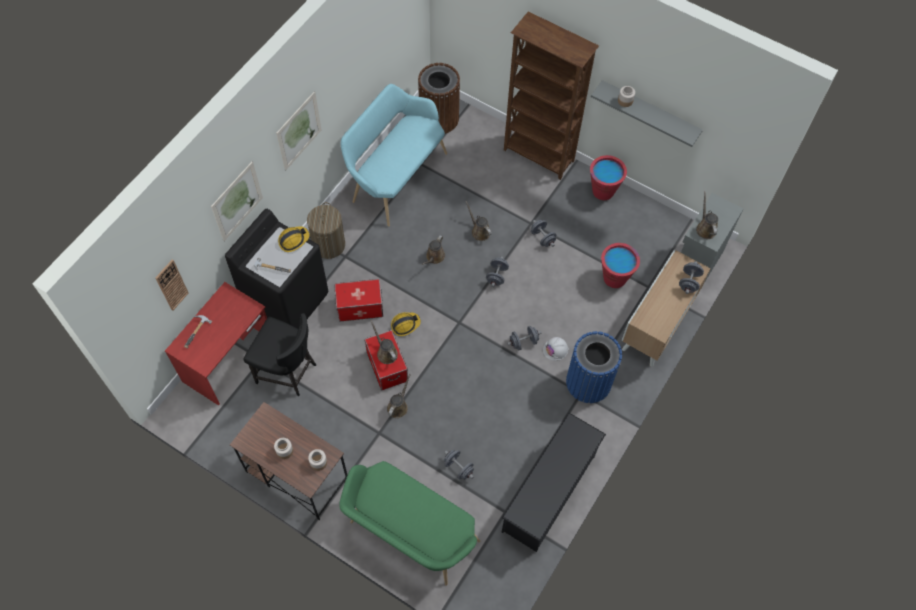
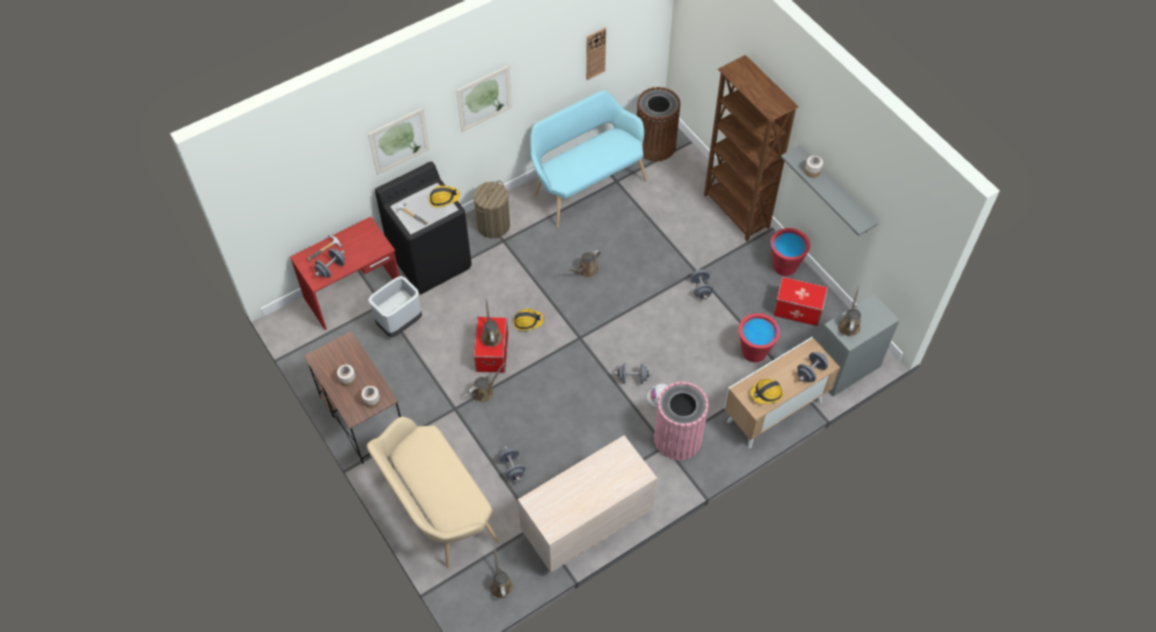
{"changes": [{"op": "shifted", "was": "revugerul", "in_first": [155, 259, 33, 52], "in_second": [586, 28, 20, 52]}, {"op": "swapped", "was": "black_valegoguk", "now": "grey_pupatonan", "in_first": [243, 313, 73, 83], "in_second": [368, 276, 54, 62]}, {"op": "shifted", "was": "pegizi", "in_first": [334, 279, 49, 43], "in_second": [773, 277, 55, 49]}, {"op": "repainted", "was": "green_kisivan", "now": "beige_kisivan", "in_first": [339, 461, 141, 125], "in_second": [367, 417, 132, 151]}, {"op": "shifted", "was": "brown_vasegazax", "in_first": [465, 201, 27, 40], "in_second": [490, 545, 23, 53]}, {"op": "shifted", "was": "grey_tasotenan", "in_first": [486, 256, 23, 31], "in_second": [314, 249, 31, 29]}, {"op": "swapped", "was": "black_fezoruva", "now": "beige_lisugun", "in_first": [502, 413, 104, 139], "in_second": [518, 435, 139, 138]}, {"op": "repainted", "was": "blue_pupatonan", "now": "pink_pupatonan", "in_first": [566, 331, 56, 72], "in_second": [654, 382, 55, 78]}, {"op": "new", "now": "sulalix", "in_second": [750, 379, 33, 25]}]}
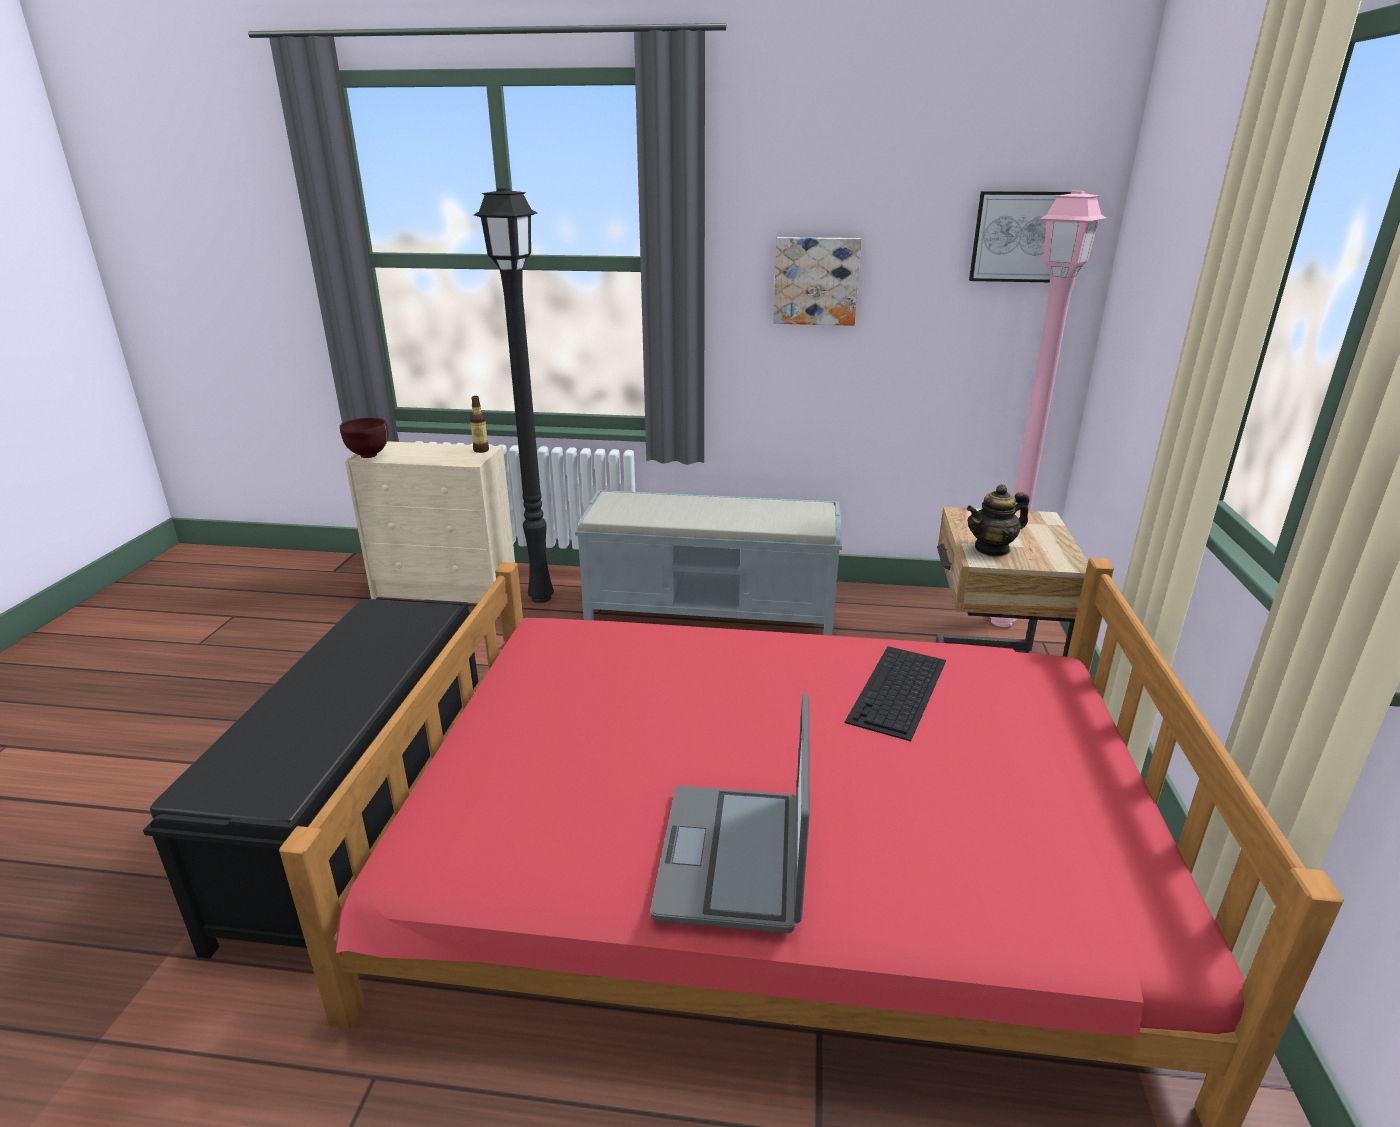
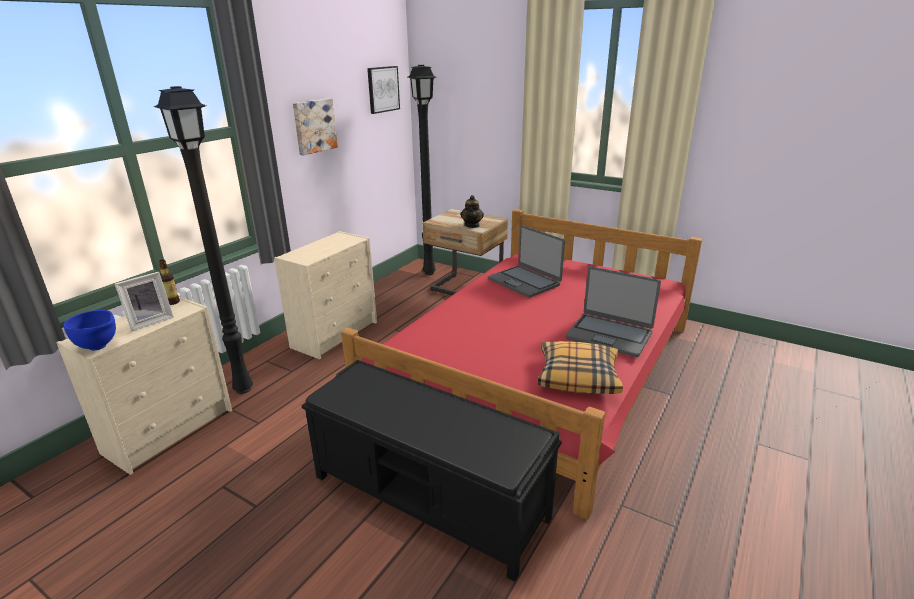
{"changes": [{"op": "repainted", "was": "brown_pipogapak", "now": "blue_pipogapak", "in_first": [340, 417, 48, 41], "in_second": [64, 310, 52, 40]}, {"op": "swapped", "was": "grey_kisivan", "now": "beige_lisugun", "in_first": [575, 490, 267, 146], "in_second": [274, 231, 103, 128]}, {"op": "swapped", "was": "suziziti", "now": "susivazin", "in_first": [845, 646, 101, 95], "in_second": [488, 225, 77, 73]}, {"op": "repainted", "was": "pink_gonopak", "now": "black_gonopak", "in_first": [990, 191, 116, 436], "in_second": [408, 65, 29, 210]}, {"op": "new", "now": "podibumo", "in_second": [115, 272, 59, 59]}, {"op": "new", "now": "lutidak", "in_second": [538, 341, 85, 53]}]}
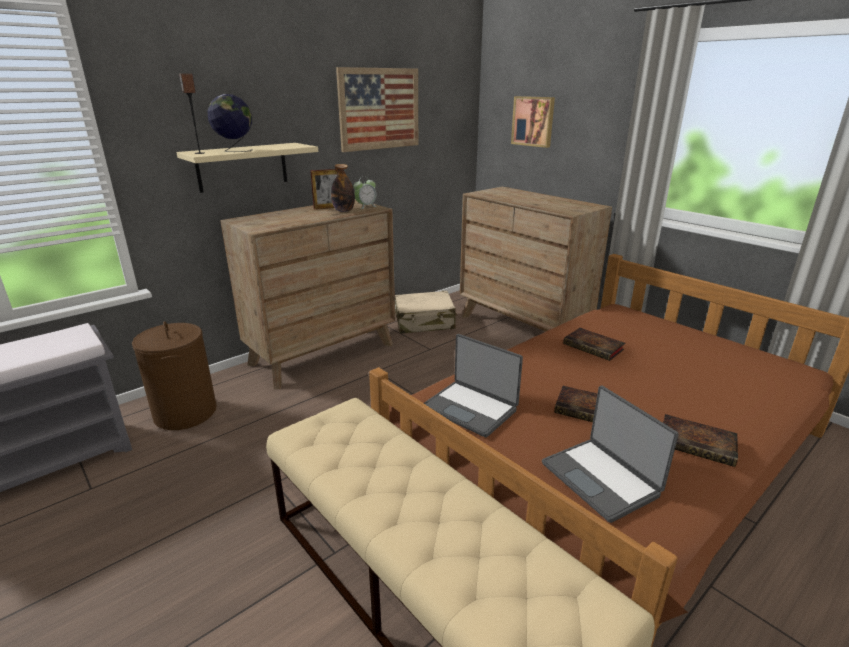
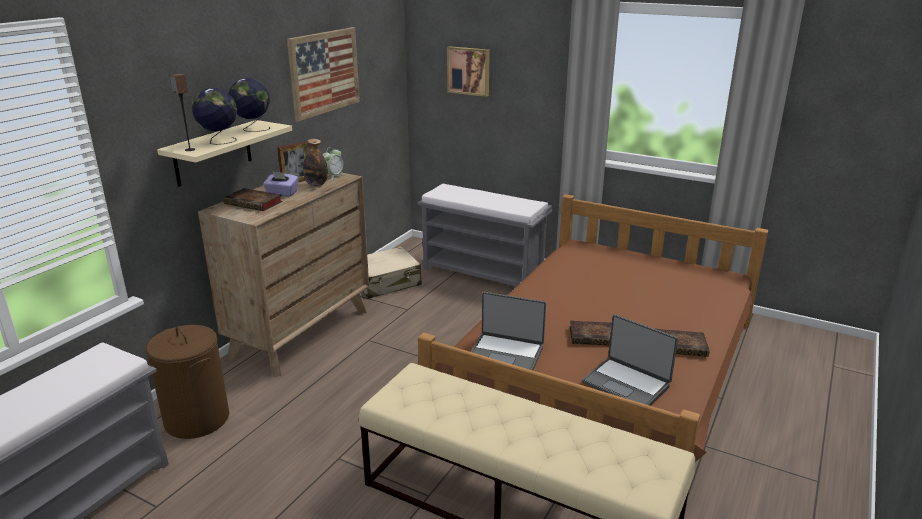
{"changes": [{"op": "swapped", "was": "brown_lisugun", "now": "grey_kisivan", "in_first": [460, 187, 152, 144], "in_second": [418, 184, 134, 103]}, {"op": "shifted", "was": "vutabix", "in_first": [563, 328, 62, 33], "in_second": [223, 188, 60, 23]}, {"op": "new", "now": "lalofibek", "in_second": [228, 78, 42, 54]}, {"op": "new", "now": "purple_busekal", "in_second": [263, 171, 36, 26]}]}
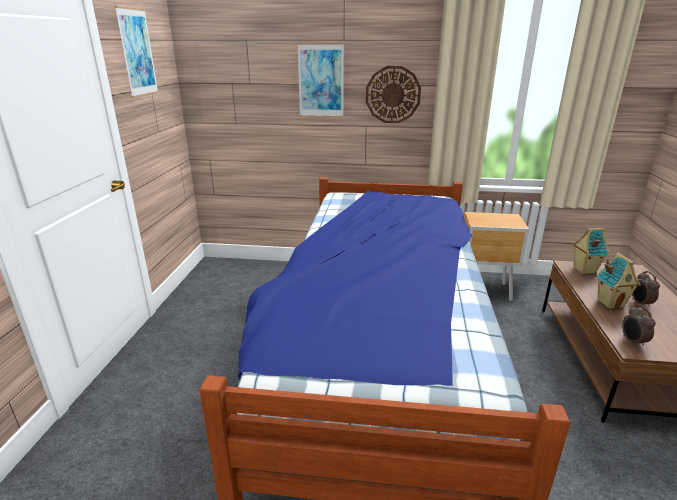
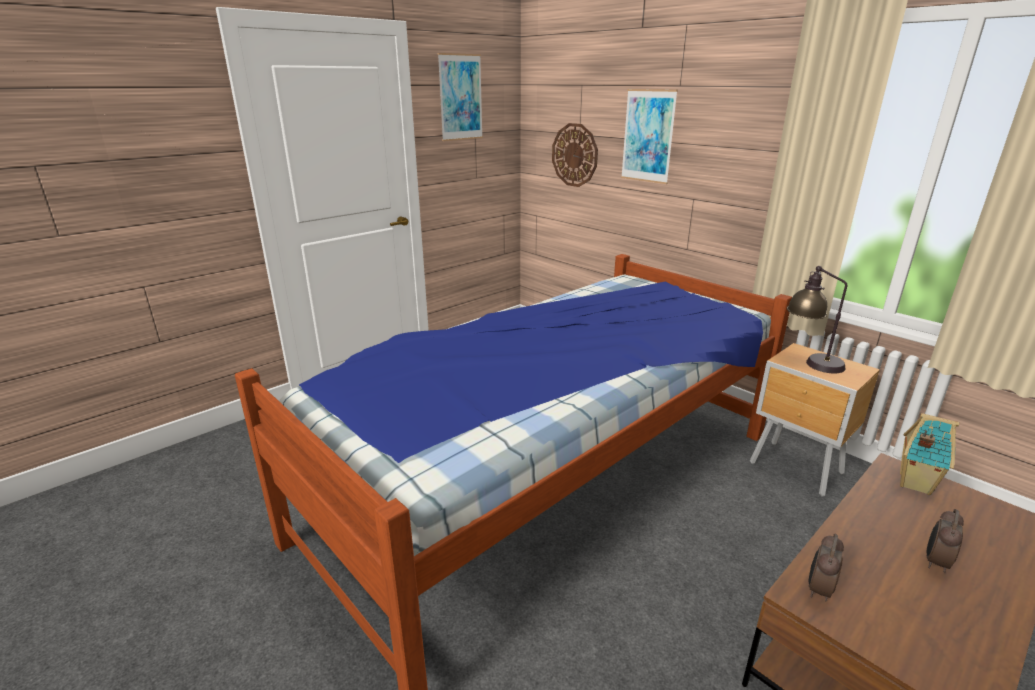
{"changes": [{"op": "shifted", "was": "revugerul", "in_first": [366, 66, 55, 57], "in_second": [552, 123, 46, 64]}, {"op": "gone", "was": "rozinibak", "in_first": [596, 253, 45, 56]}, {"op": "new", "now": "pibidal", "in_second": [787, 266, 60, 107]}]}
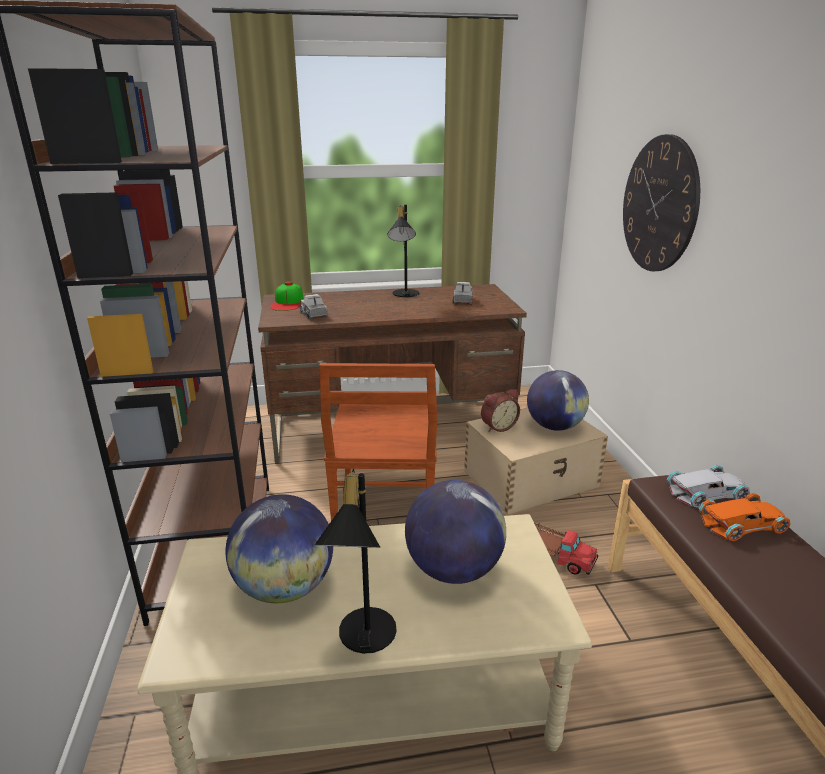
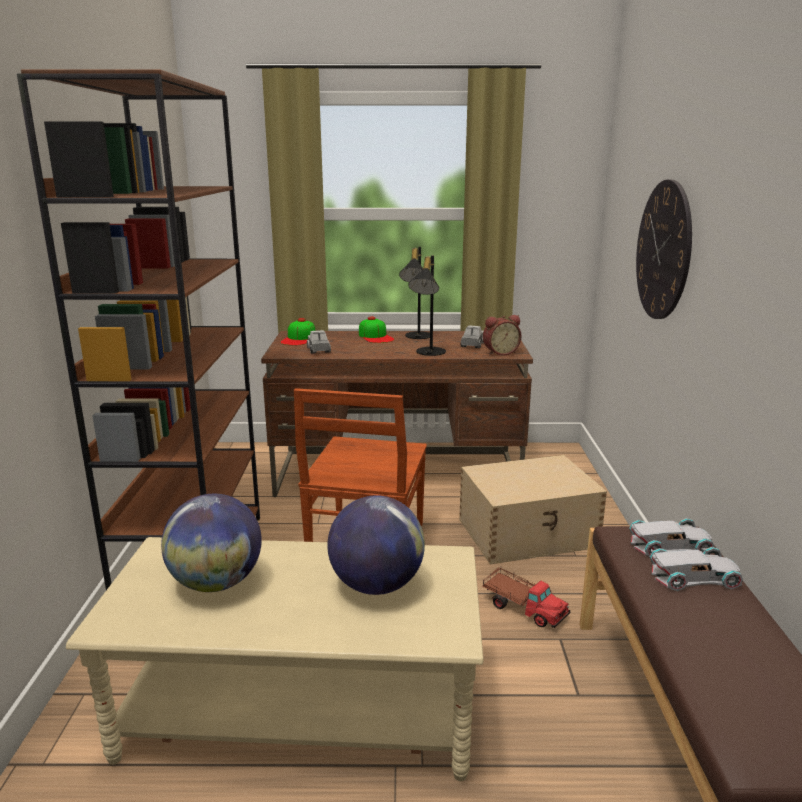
{"changes": [{"op": "shifted", "was": "black_pibidal", "in_first": [315, 468, 82, 186], "in_second": [408, 255, 38, 101]}, {"op": "shifted", "was": "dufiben", "in_first": [481, 389, 39, 43], "in_second": [483, 315, 38, 41]}, {"op": "gone", "was": "lalofibek", "in_first": [527, 370, 62, 61]}, {"op": "repainted", "was": "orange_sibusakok", "now": "white_sibusakok", "in_first": [699, 493, 92, 48], "in_second": [650, 547, 93, 44]}, {"op": "new", "now": "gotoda", "in_second": [359, 316, 35, 27]}]}
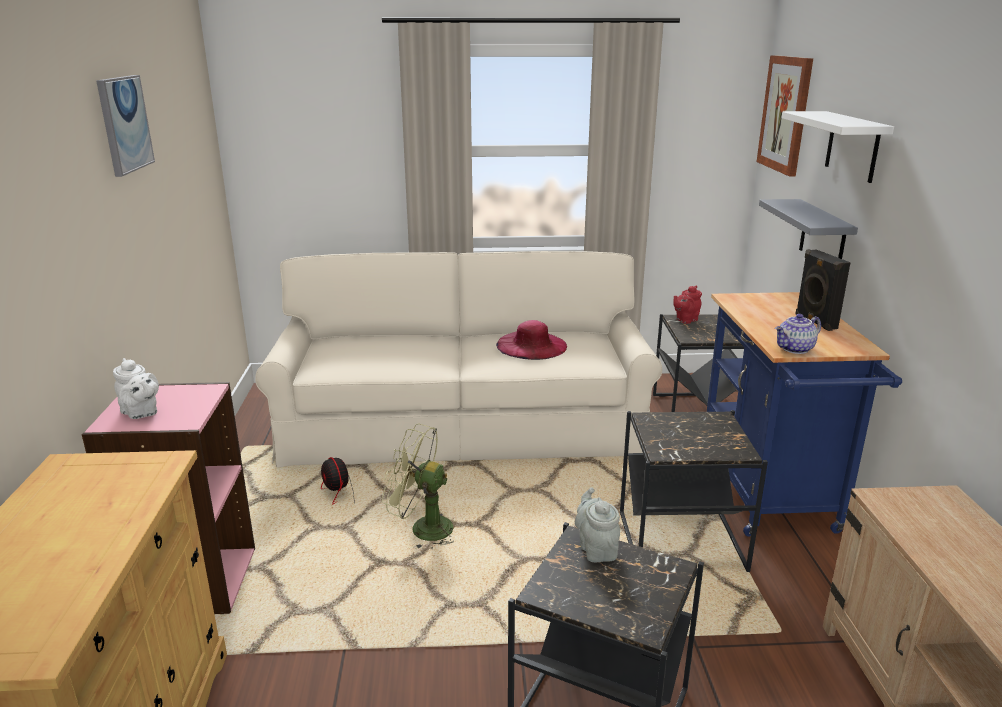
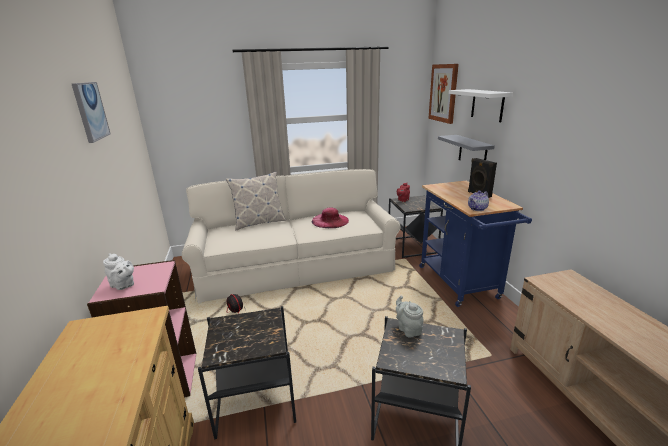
{"changes": [{"op": "gone", "was": "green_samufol", "in_first": [382, 423, 72, 127]}, {"op": "shifted", "was": "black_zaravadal", "in_first": [620, 410, 148, 162], "in_second": [198, 306, 98, 133]}, {"op": "new", "now": "lutidak", "in_second": [226, 172, 60, 58]}]}
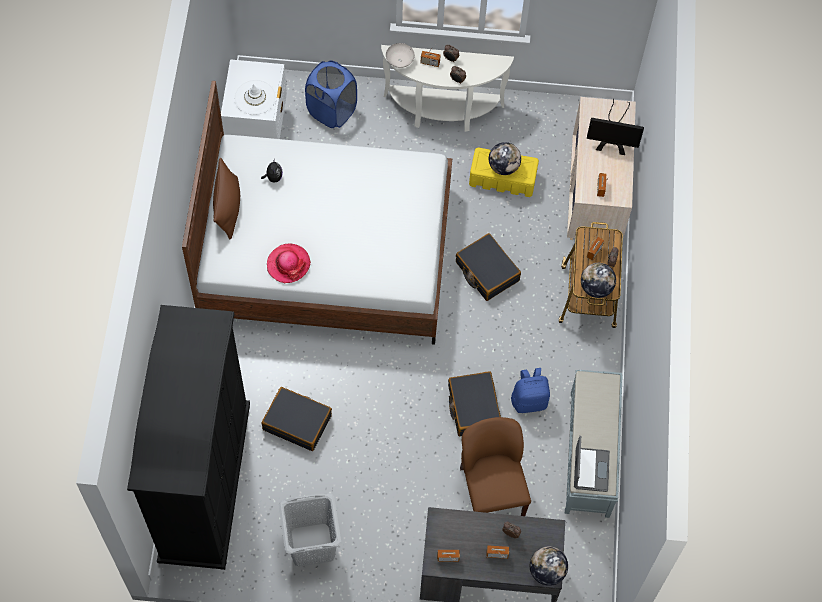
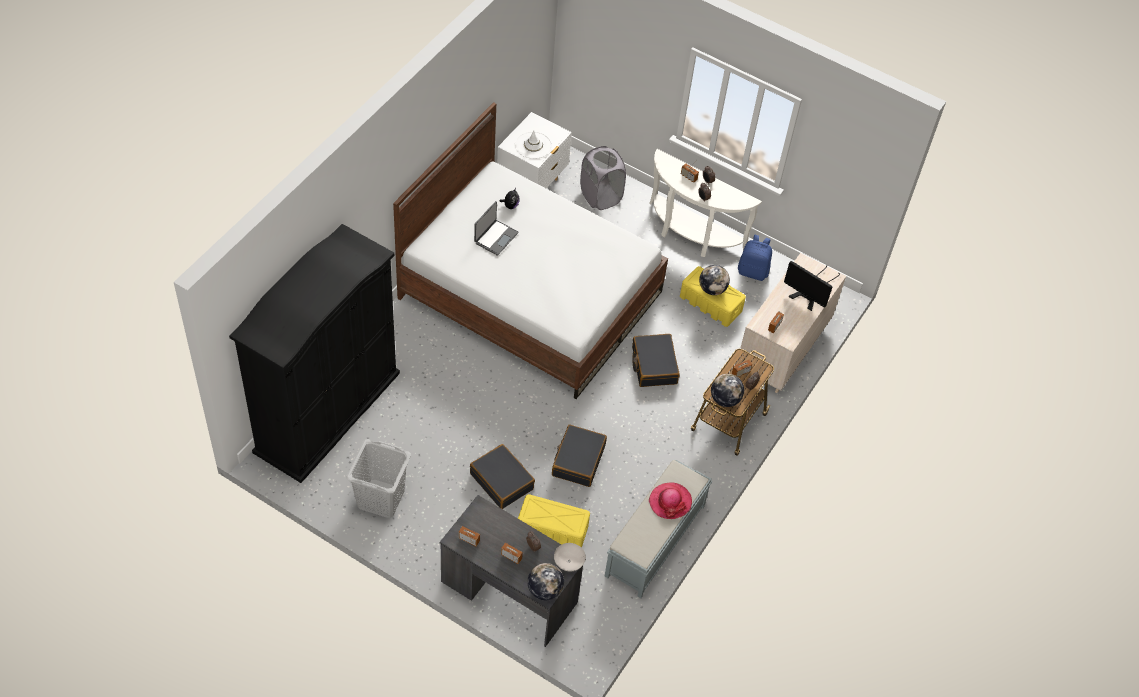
{"changes": [{"op": "gone", "was": "brown_lutidak", "in_first": [213, 158, 27, 81]}, {"op": "shifted", "was": "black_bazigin", "in_first": [261, 387, 71, 64], "in_second": [470, 444, 65, 65]}, {"op": "shifted", "was": "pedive", "in_first": [267, 244, 44, 39], "in_second": [649, 482, 43, 37]}, {"op": "repainted", "was": "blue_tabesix", "now": "grey_tabesix", "in_first": [305, 61, 52, 67], "in_second": [580, 146, 46, 64]}, {"op": "shifted", "was": "white_pipogapak", "in_first": [386, 43, 29, 25], "in_second": [554, 543, 32, 28]}, {"op": "swapped", "was": "brown_valegoguk", "now": "yellow_pegizi", "in_first": [460, 417, 71, 99], "in_second": [518, 494, 72, 54]}, {"op": "shifted", "was": "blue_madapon", "in_first": [511, 368, 39, 45], "in_second": [738, 235, 34, 46]}, {"op": "shifted", "was": "susivazin", "in_first": [574, 436, 36, 56], "in_second": [474, 201, 44, 55]}]}
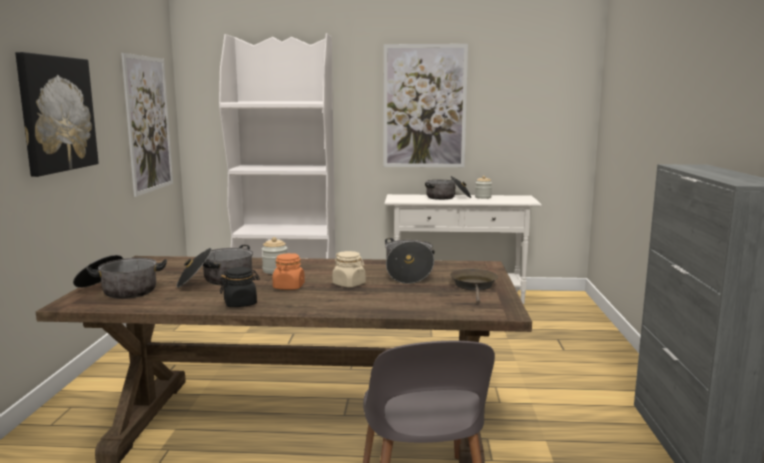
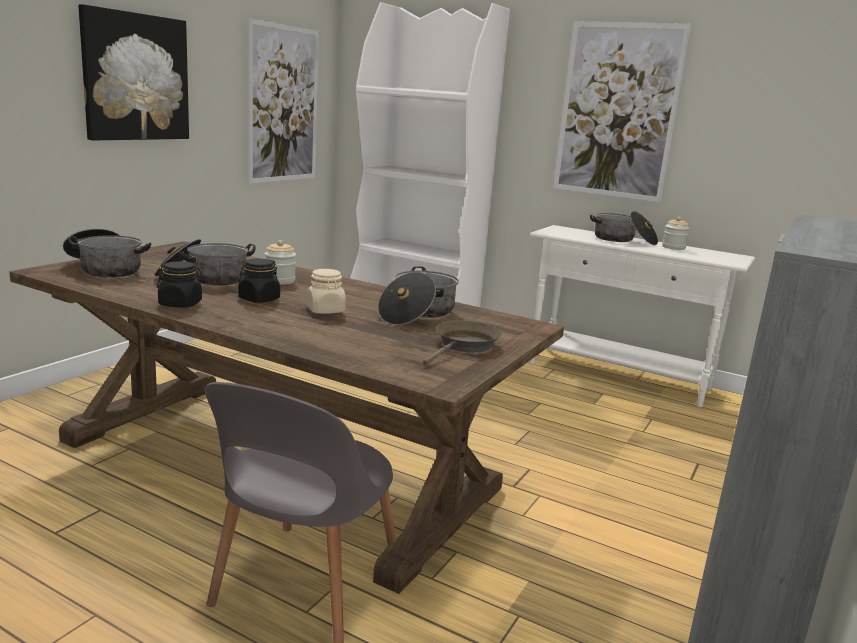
{"changes": [{"op": "repainted", "was": "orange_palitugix", "now": "black_palitugix", "in_first": [273, 253, 32, 37], "in_second": [238, 259, 42, 44]}]}
